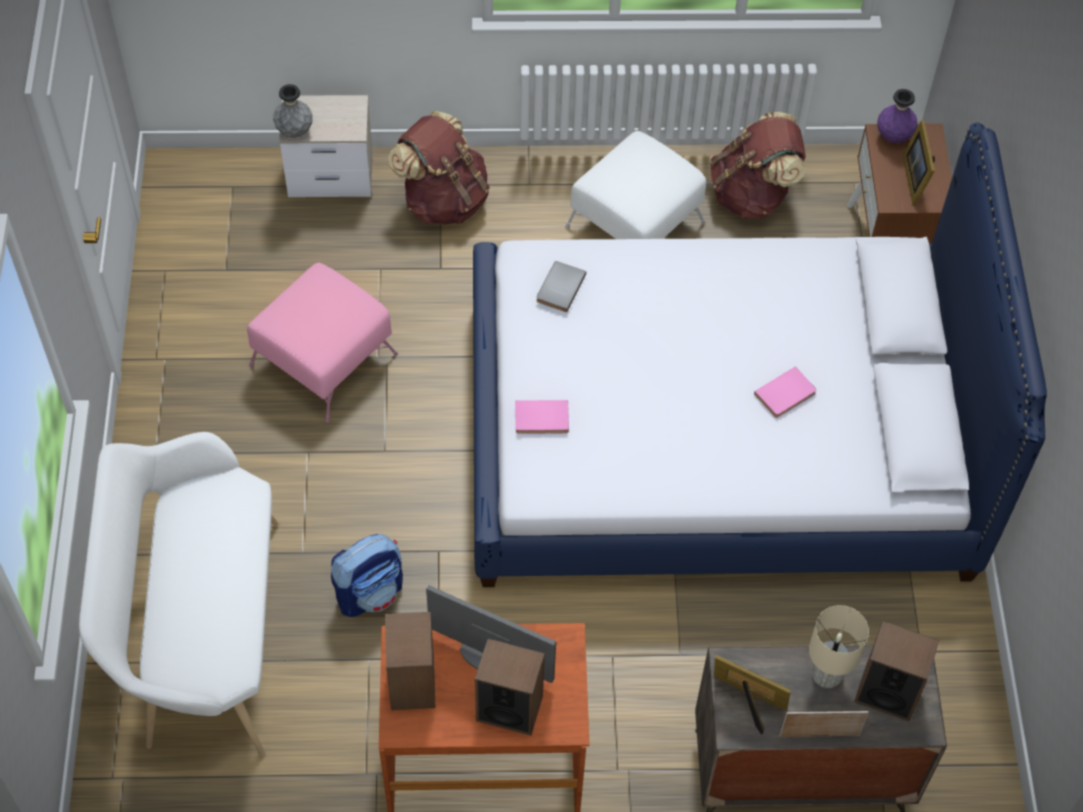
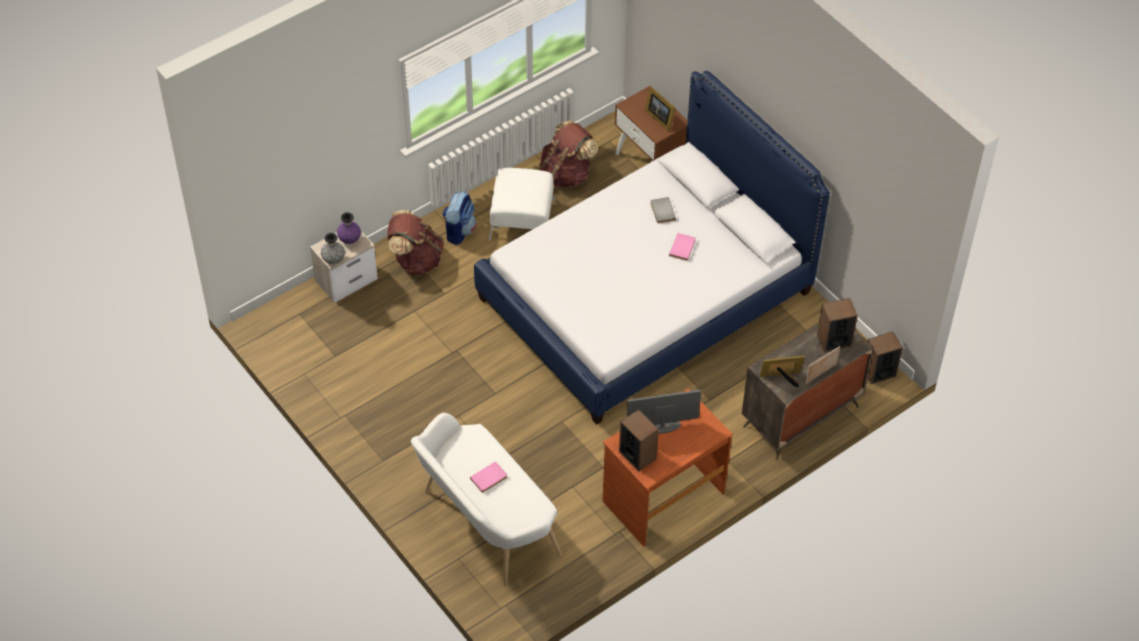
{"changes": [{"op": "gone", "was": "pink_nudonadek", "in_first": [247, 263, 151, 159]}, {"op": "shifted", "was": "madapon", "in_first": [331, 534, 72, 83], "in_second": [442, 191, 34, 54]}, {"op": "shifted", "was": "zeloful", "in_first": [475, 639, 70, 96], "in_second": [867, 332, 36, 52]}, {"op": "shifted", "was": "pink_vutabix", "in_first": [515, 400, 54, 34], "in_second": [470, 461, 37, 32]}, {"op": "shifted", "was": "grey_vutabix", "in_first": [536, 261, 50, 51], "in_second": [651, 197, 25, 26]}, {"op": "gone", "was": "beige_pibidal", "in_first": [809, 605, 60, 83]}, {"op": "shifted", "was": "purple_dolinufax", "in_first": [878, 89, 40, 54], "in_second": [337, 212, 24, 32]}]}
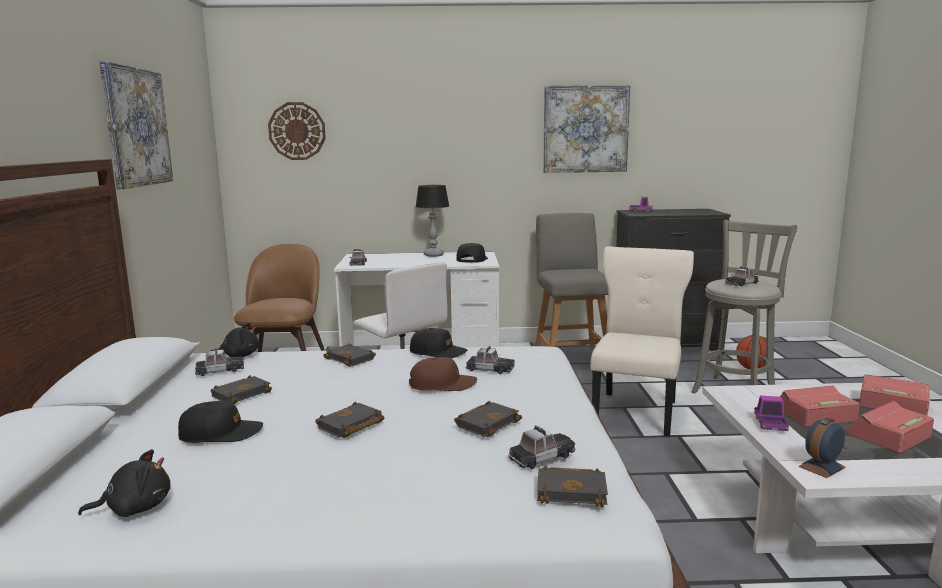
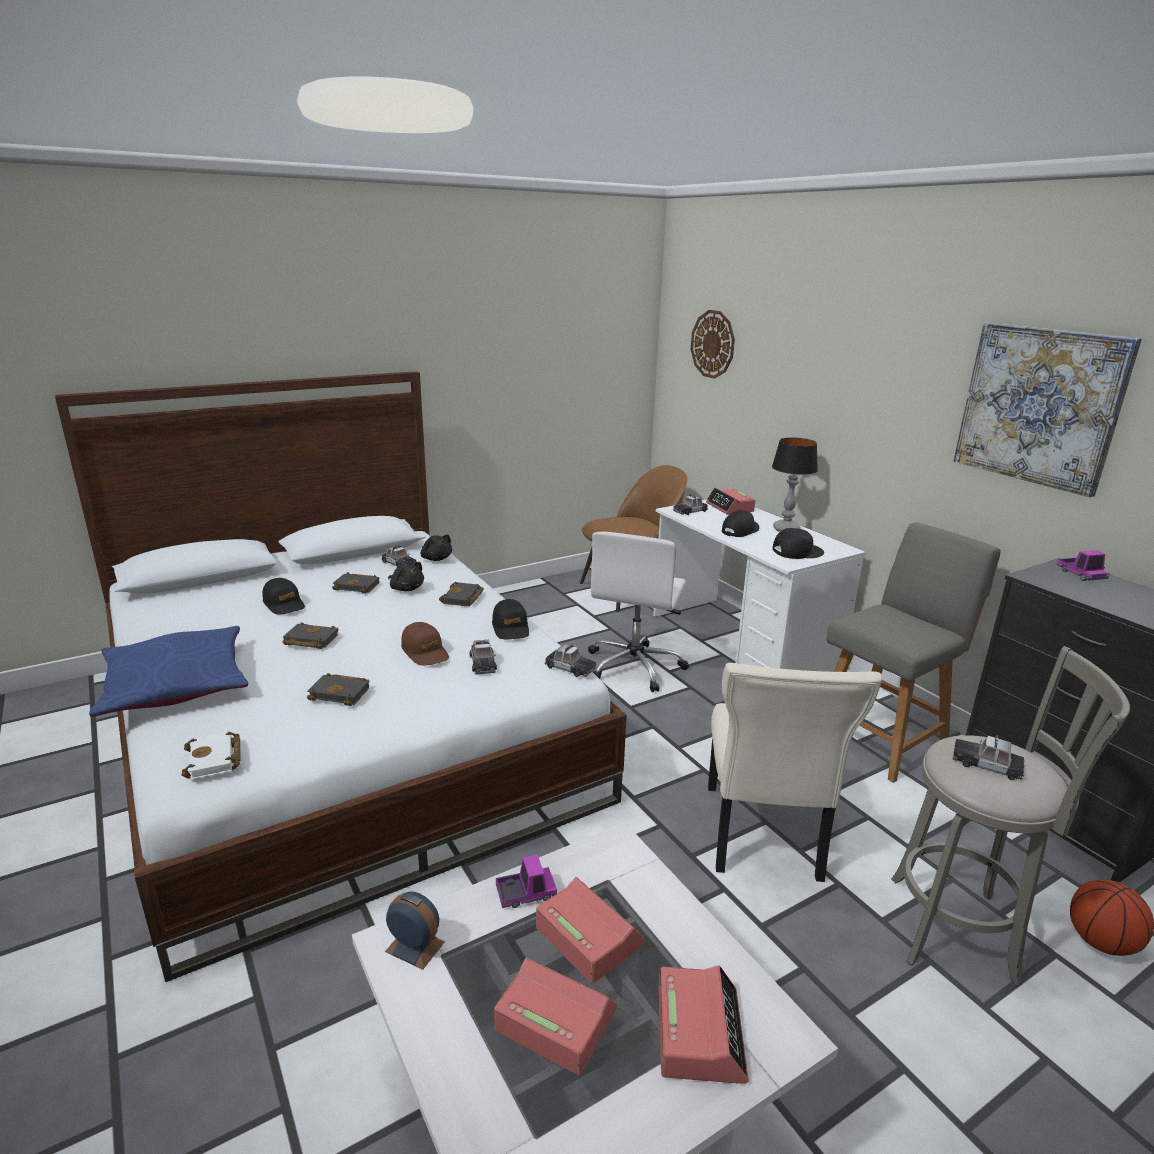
{"changes": [{"op": "shifted", "was": "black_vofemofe", "in_first": [78, 449, 93, 68], "in_second": [388, 562, 36, 29]}, {"op": "gone", "was": "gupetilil", "in_first": [99, 61, 74, 128]}, {"op": "shifted", "was": "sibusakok", "in_first": [508, 425, 67, 44], "in_second": [545, 644, 51, 33]}, {"op": "repainted", "was": "black_vutabix", "now": "white_vutabix", "in_first": [537, 466, 71, 41], "in_second": [182, 731, 58, 49]}, {"op": "rotated", "was": "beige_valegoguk", "in_first": [590, 246, 104, 191], "in_second": [708, 663, 174, 219], "clockwise": 105}, {"op": "new", "now": "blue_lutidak", "in_second": [89, 626, 159, 91]}, {"op": "new", "now": "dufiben", "in_second": [706, 488, 50, 27]}, {"op": "new", "now": "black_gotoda", "in_second": [722, 510, 37, 27]}]}
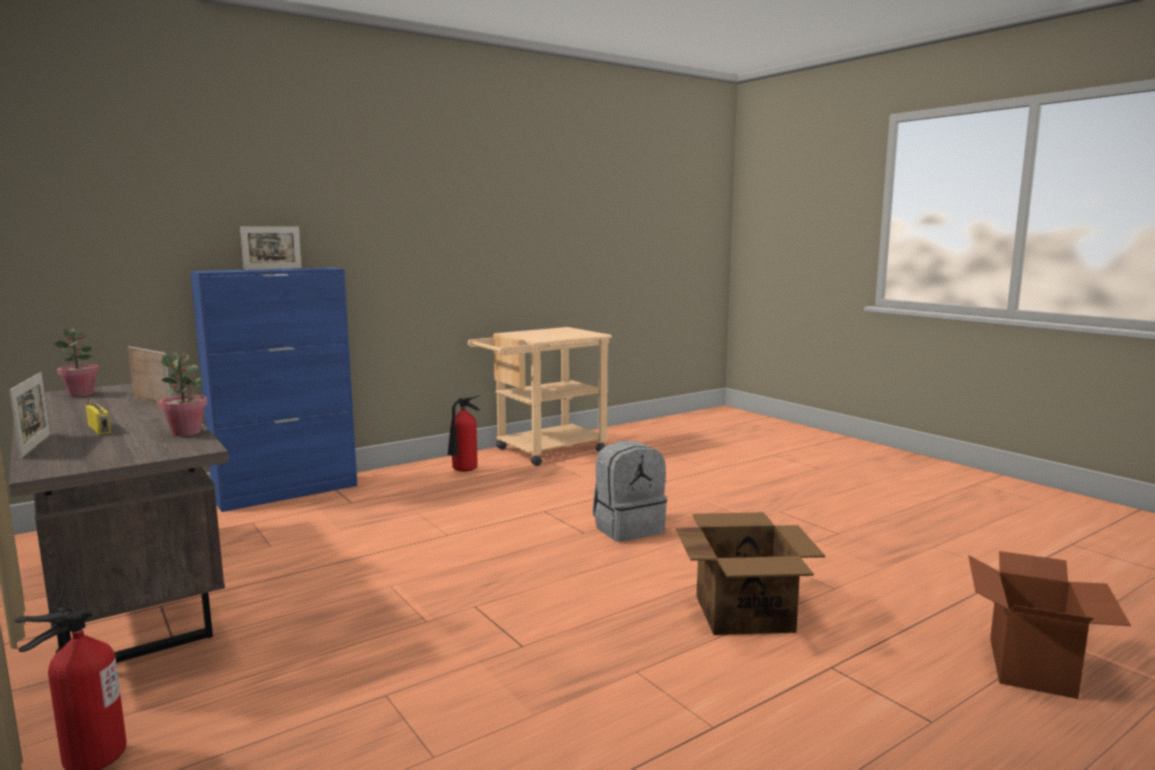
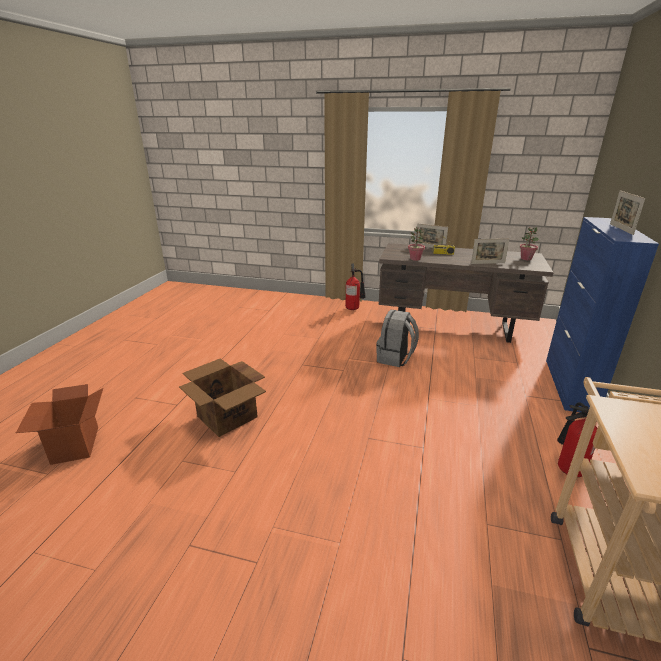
{"changes": [{"op": "shifted", "was": "grey_madapon", "in_first": [593, 441, 74, 101], "in_second": [376, 310, 43, 57]}]}
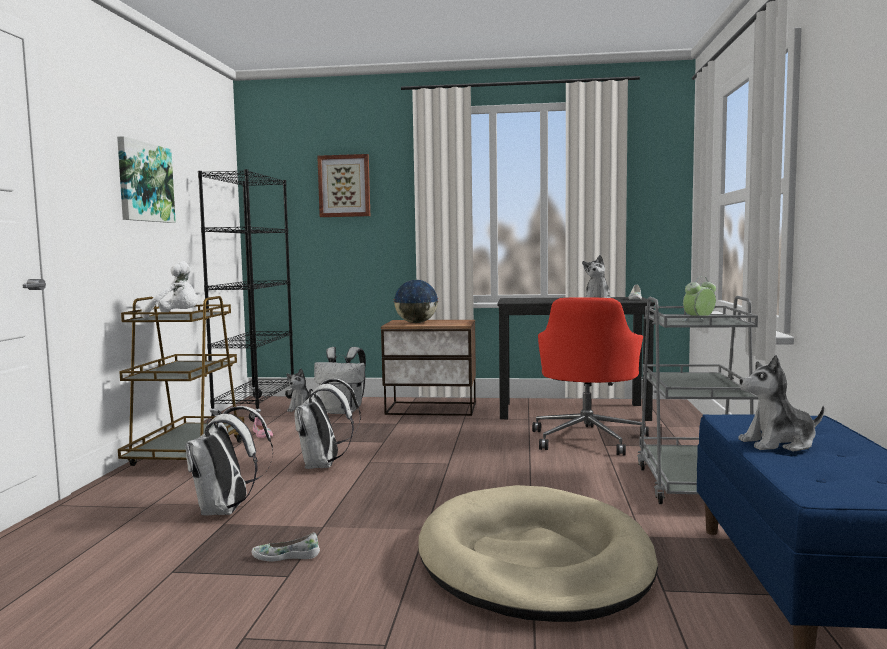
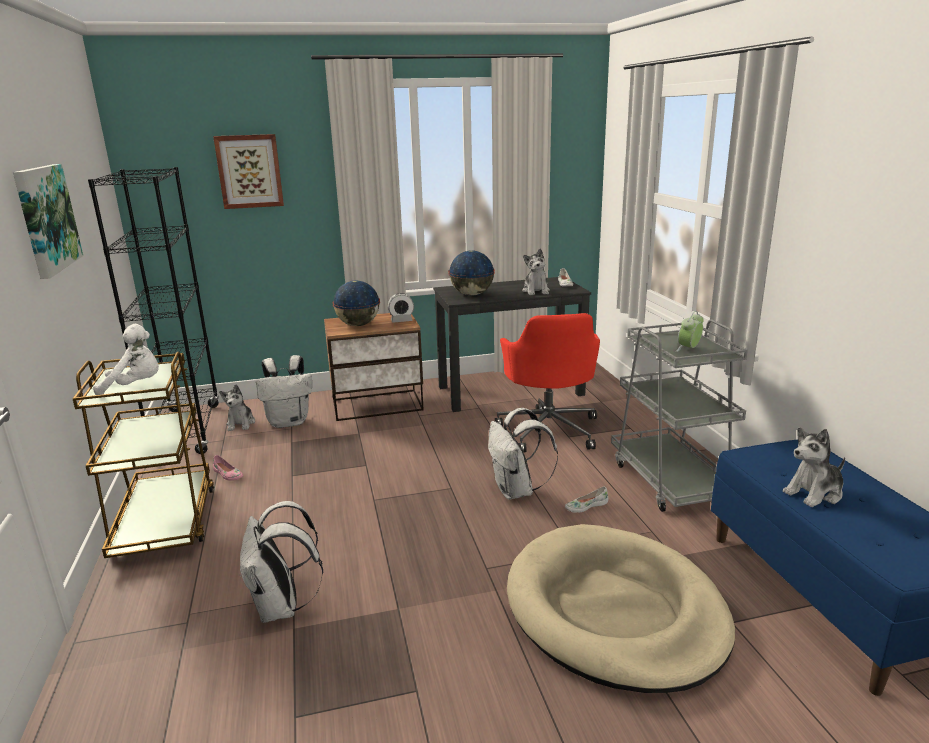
{"changes": [{"op": "shifted", "was": "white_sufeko", "in_first": [252, 532, 68, 30], "in_second": [565, 486, 43, 27]}, {"op": "shifted", "was": "white_madapon", "in_first": [295, 379, 66, 90], "in_second": [488, 408, 70, 92]}, {"op": "new", "now": "dufiben", "in_second": [388, 293, 26, 30]}, {"op": "new", "now": "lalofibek", "in_second": [448, 250, 47, 46]}]}
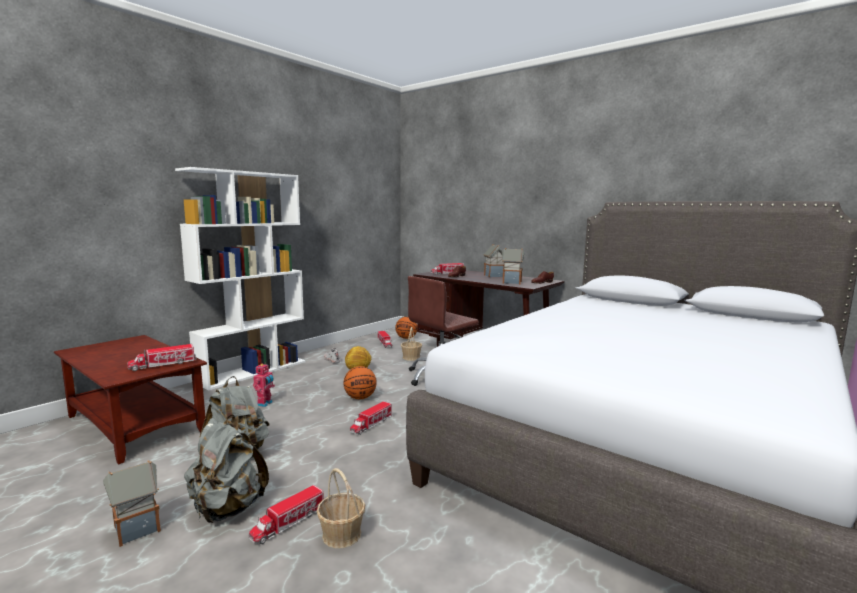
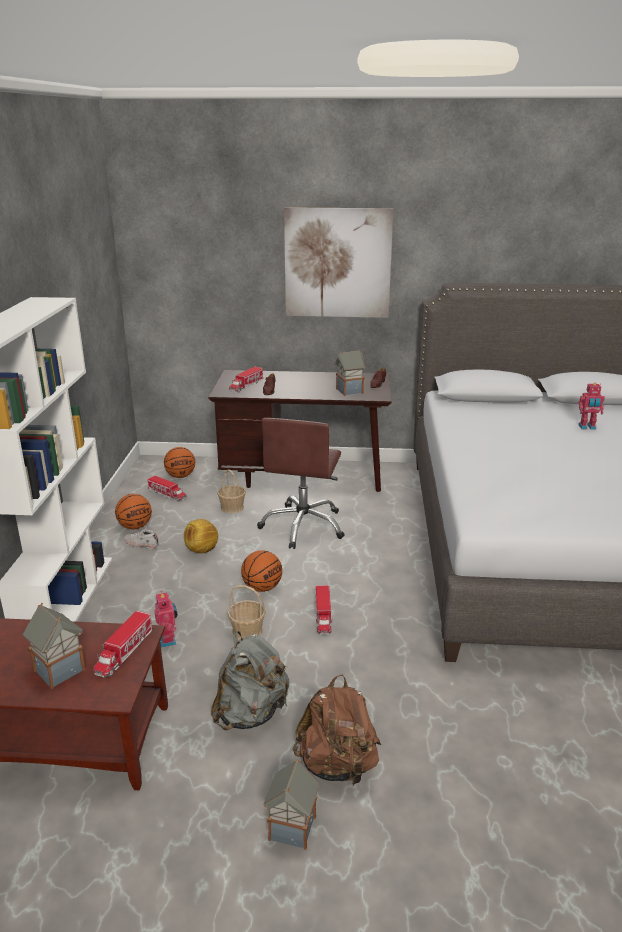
{"changes": [{"op": "repainted", "was": "grey_madapon", "now": "brown_madapon", "in_first": [184, 414, 85, 109], "in_second": [292, 674, 89, 112]}, {"op": "gone", "was": "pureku", "in_first": [249, 485, 75, 59]}, {"op": "shifted", "was": "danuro", "in_first": [317, 468, 48, 81], "in_second": [228, 585, 38, 55]}, {"op": "shifted", "was": "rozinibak", "in_first": [483, 244, 21, 33], "in_second": [23, 603, 62, 86]}, {"op": "new", "now": "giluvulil", "in_second": [115, 494, 37, 35]}, {"op": "new", "now": "gupetilil", "in_second": [284, 207, 110, 111]}, {"op": "new", "now": "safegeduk", "in_second": [578, 383, 27, 47]}]}
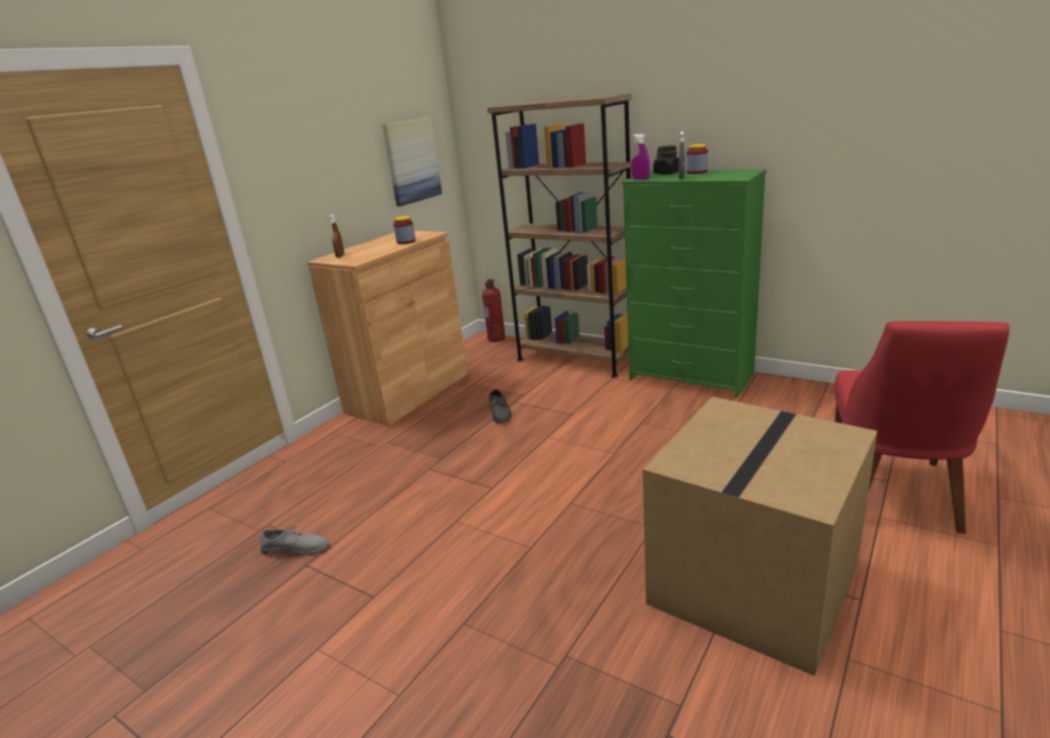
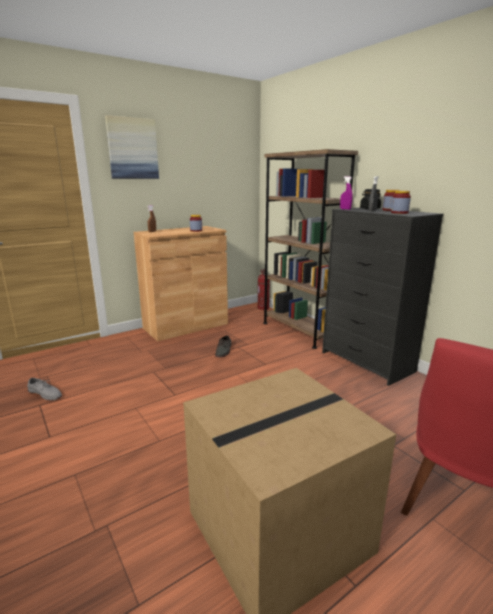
{"changes": [{"op": "shifted", "was": "gupetilil", "in_first": [382, 117, 60, 89], "in_second": [105, 115, 54, 64]}, {"op": "repainted", "was": "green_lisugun", "now": "black_lisugun", "in_first": [622, 169, 145, 229], "in_second": [322, 208, 122, 178]}, {"op": "new", "now": "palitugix", "in_second": [391, 191, 20, 23]}]}
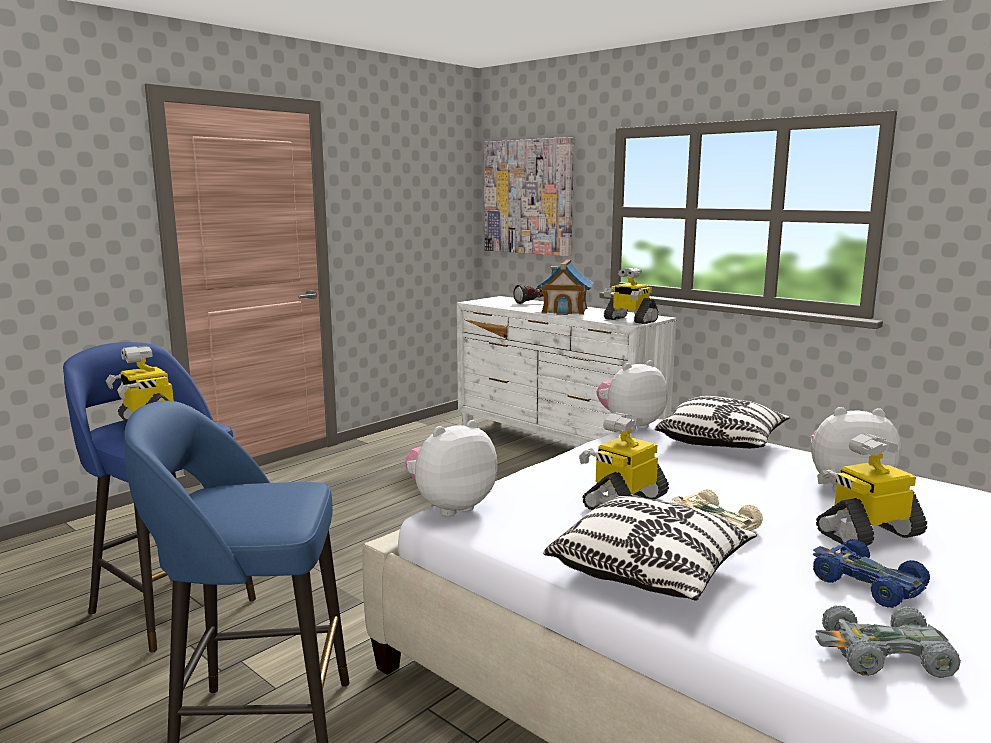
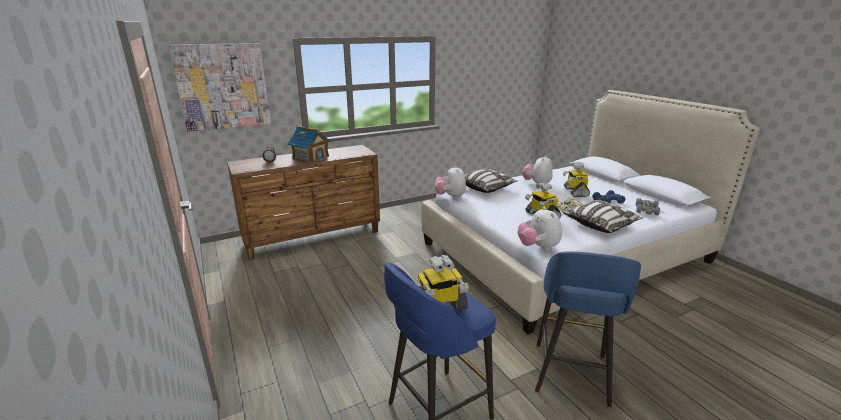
{"changes": [{"op": "repainted", "was": "white_lisugun", "now": "brown_lisugun", "in_first": [457, 296, 220, 149], "in_second": [227, 145, 153, 115]}, {"op": "gone", "was": "safegeduk", "in_first": [604, 268, 55, 56]}]}
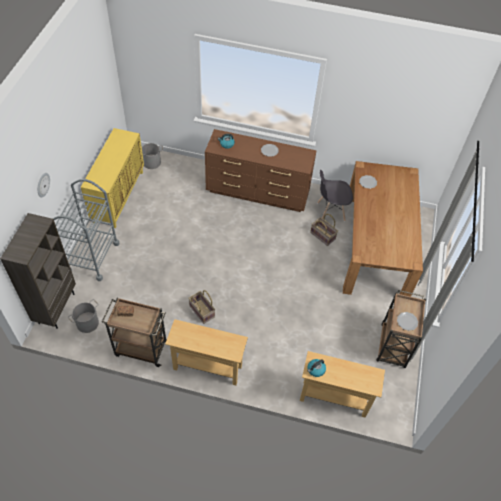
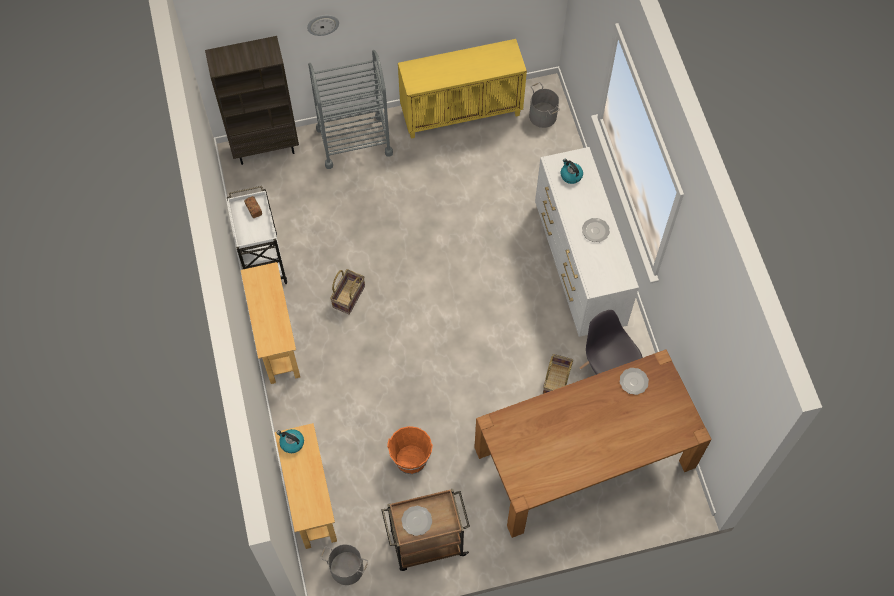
{"changes": [{"op": "shifted", "was": "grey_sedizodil", "in_first": [68, 299, 31, 34], "in_second": [321, 544, 47, 41]}, {"op": "repainted", "was": "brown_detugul", "now": "white_detugul", "in_first": [102, 298, 64, 69], "in_second": [227, 186, 60, 98]}, {"op": "repainted", "was": "brown_lisugun", "now": "white_lisugun", "in_first": [205, 129, 112, 83], "in_second": [535, 147, 104, 190]}, {"op": "new", "now": "orange_sedizodil", "in_second": [387, 426, 46, 48]}]}
